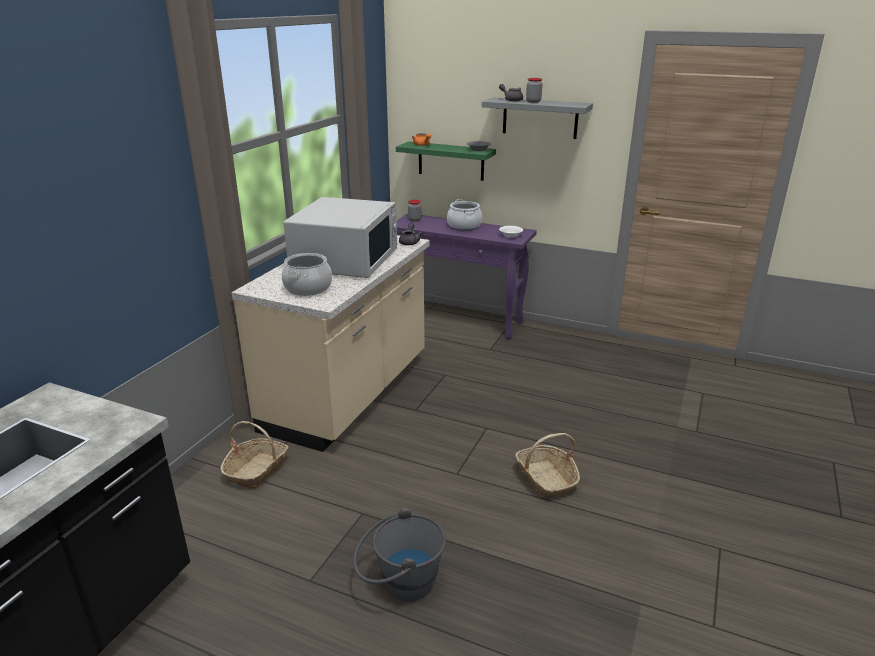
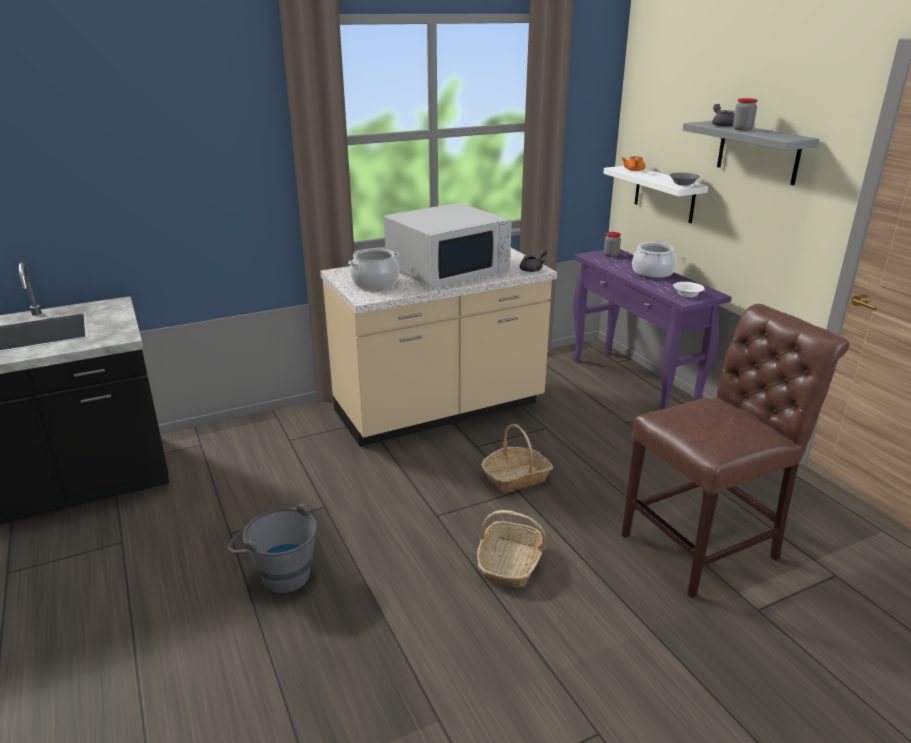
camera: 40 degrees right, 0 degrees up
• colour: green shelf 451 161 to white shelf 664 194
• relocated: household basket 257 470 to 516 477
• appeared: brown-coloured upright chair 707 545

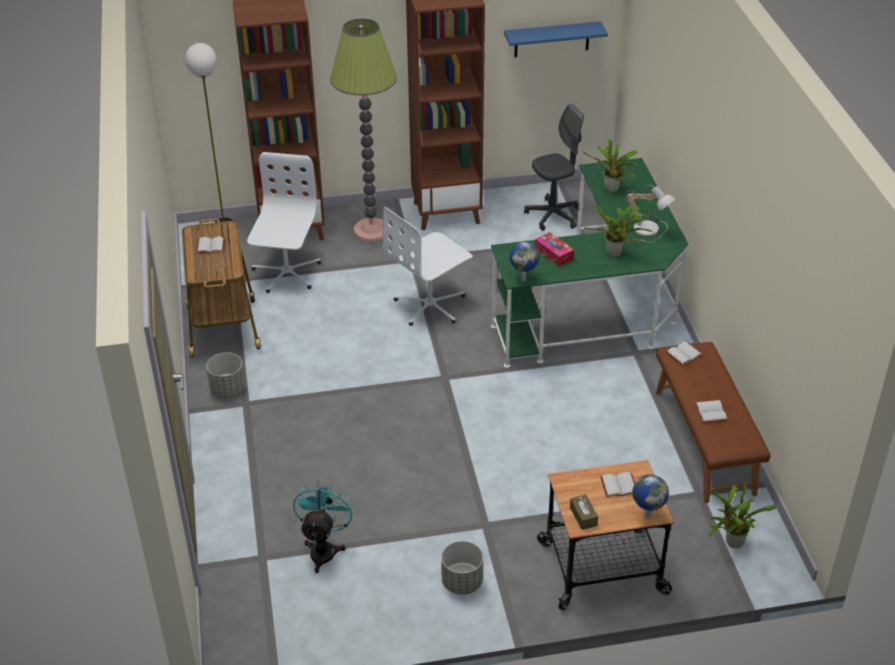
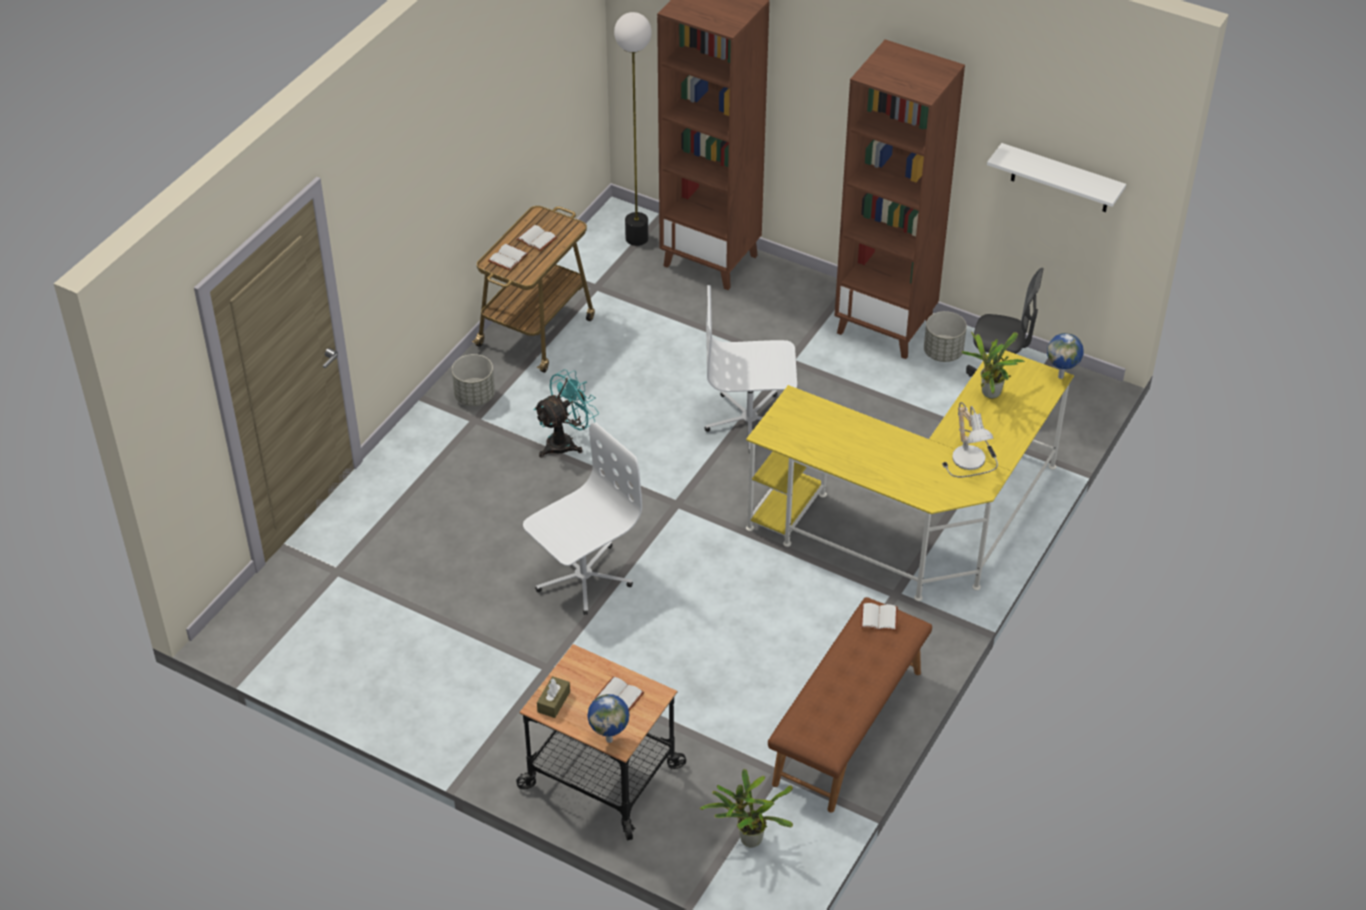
camera: 40 degrees right, 5 degrees up
• missing: floor lamp 371 230
• colour: blue shelf 551 39 to white shelf 1060 179
• relocated: white computer chair 286 273 to 582 577
• colour: green desk unit 597 308 to yellow-coloured desk unit 915 523
• missing: potted plant 616 254
• missing: box of tissues 554 254
• relocated: world globe 524 279 to 1061 376
• relocated: white book 709 412 to 507 257
• relocated: turquoise-coloured cooling fan 324 549 to 566 442
• relocated: grey plant pot 462 582 to 942 353

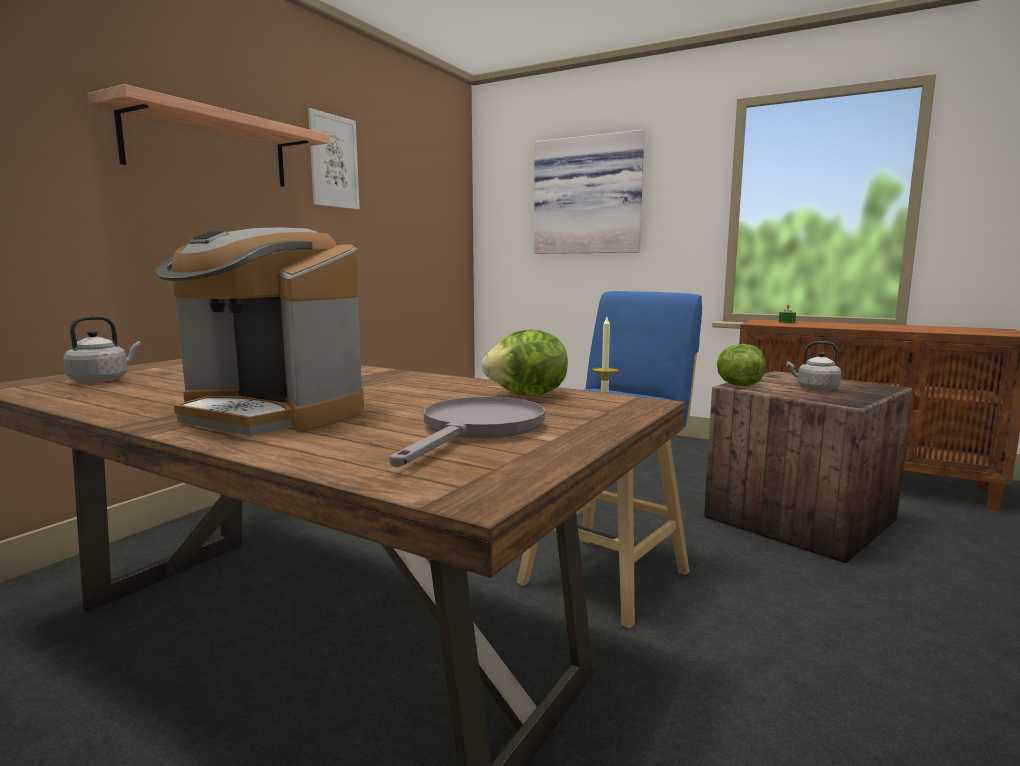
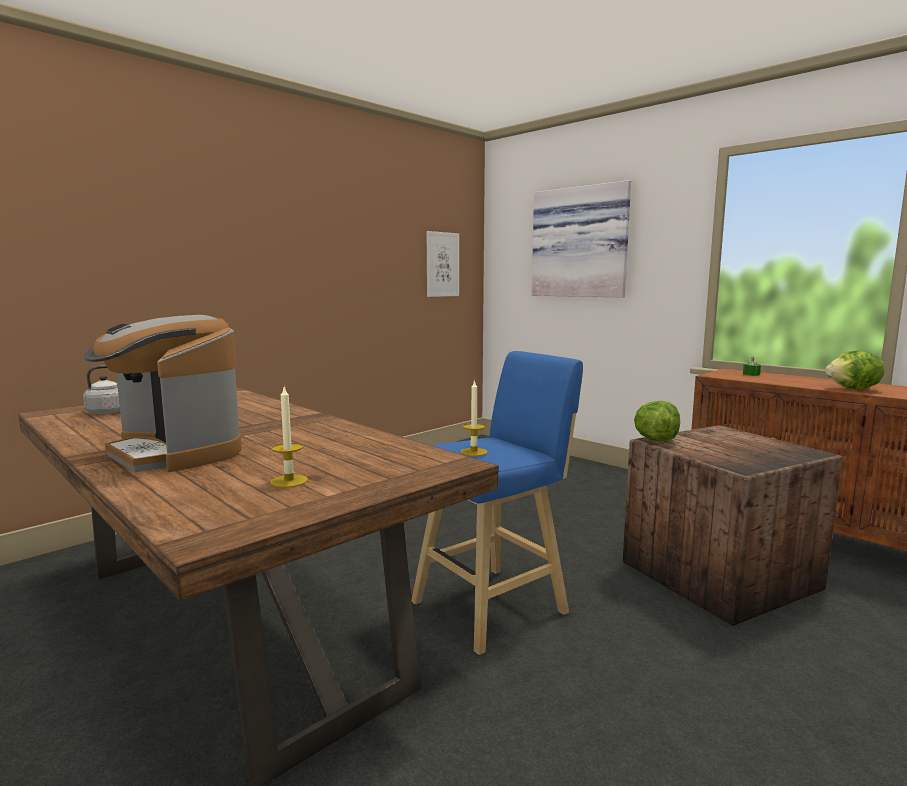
camera: 15 degrees right, 0 degrees up
• missing: shelf 209 148
• relocated: wall art 334 161 to 442 264
• relocated: head of lettuce 528 395 to 854 389
• missing: grey kettle 815 389
• exchanged: grey skillet 477 430 to wax candle 289 481

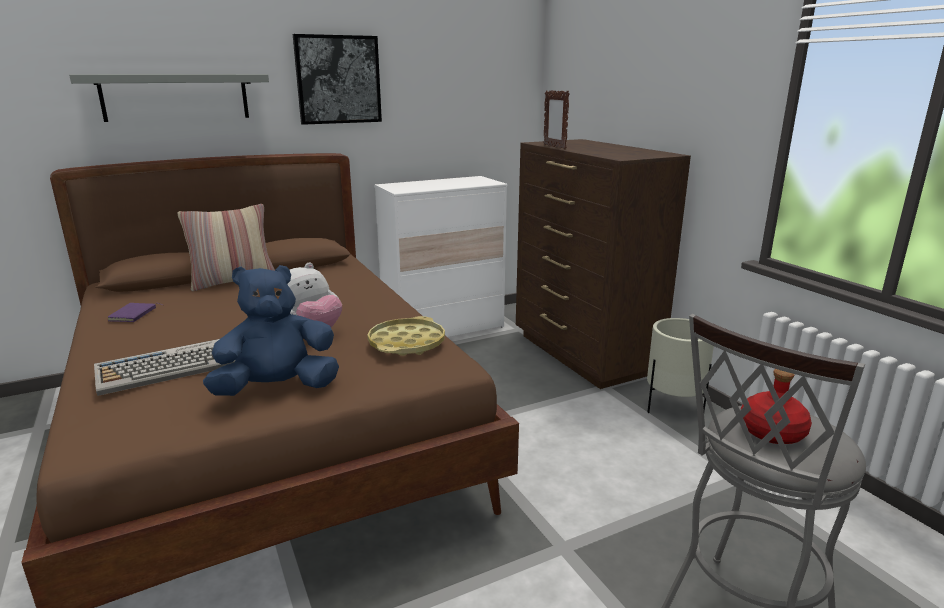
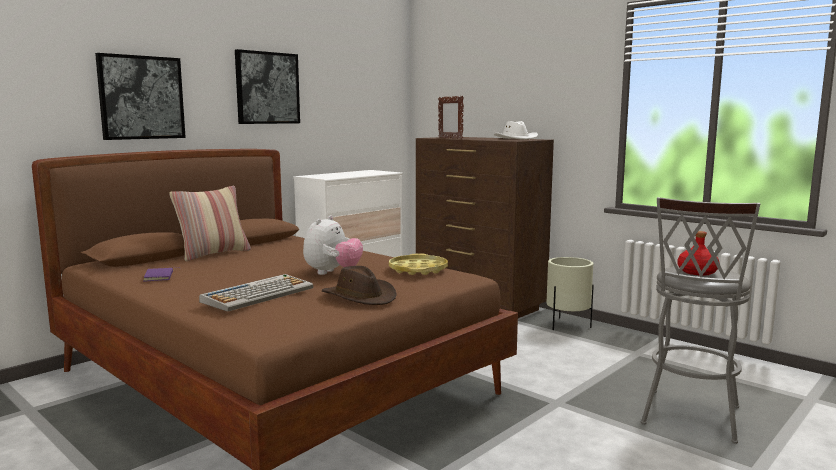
camera: 20 degrees left, 10 degrees down
• exchanged: grey shelf 176 97 to wall art 141 97
• exchanged: blue plush toy 278 388 to brown-coloured clothing hat 360 297
• appeared: white clothing hat 516 139

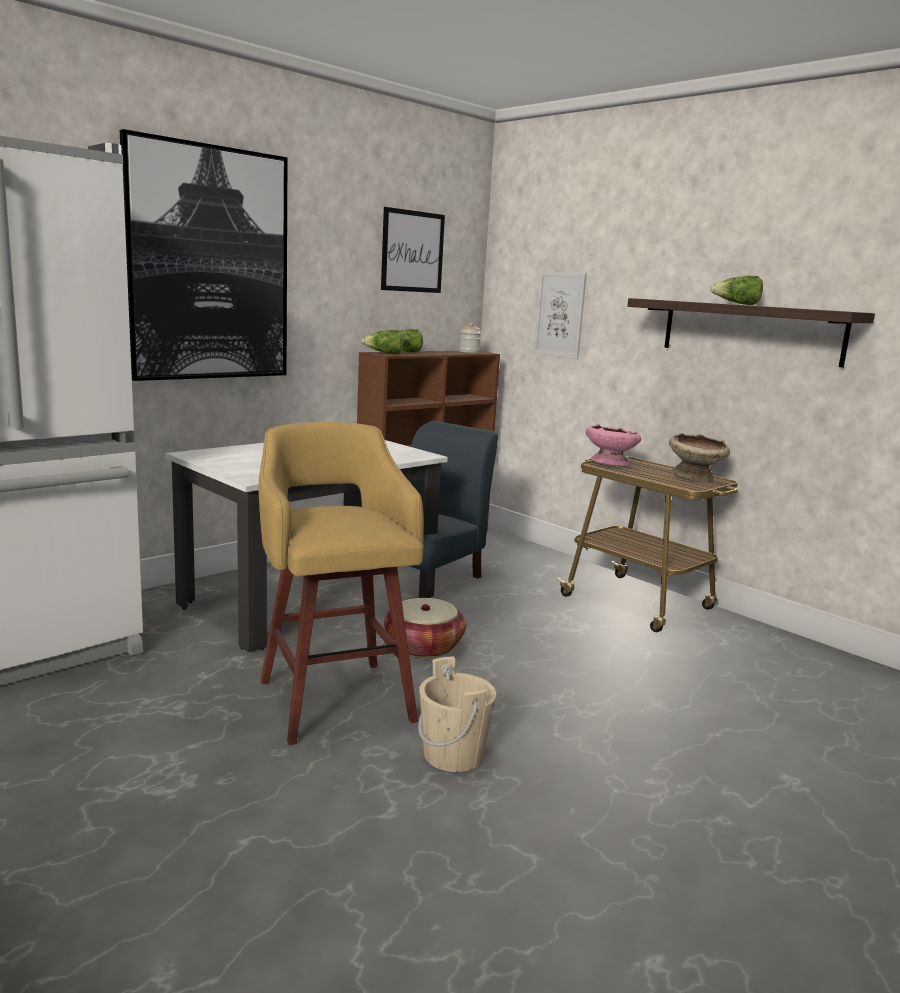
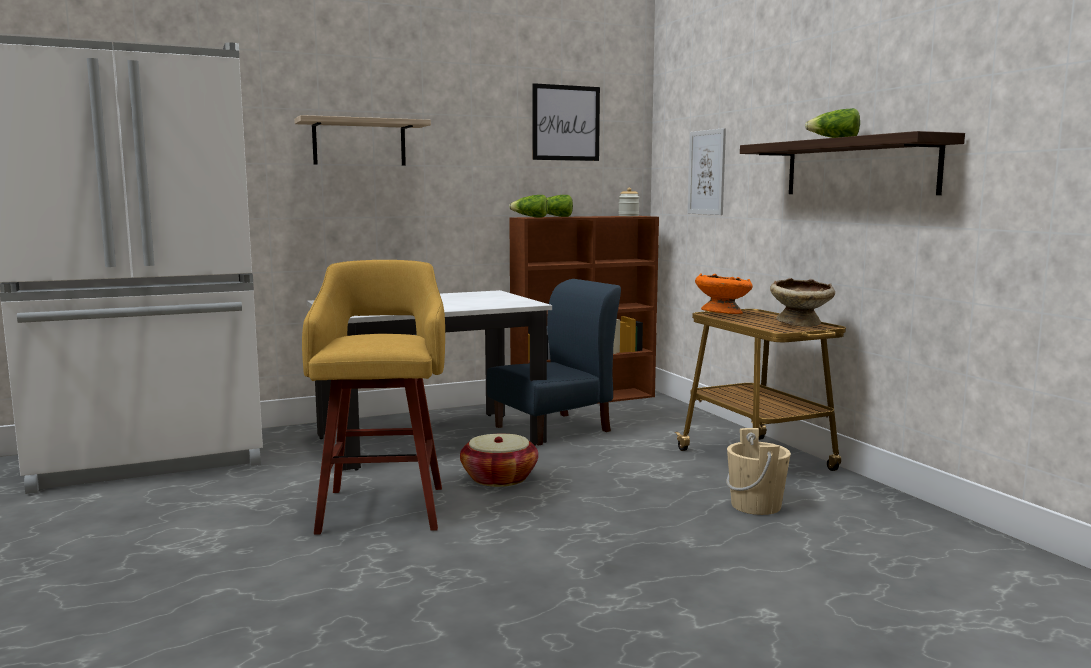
camera: 20 degrees right, 5 degrees down
• exchanged: wall art 209 265 to shelf 359 142
• colour: pinkish bowl 609 464 to orange-coloured bowl 722 313
• relocated: beige water bucket 453 754 to 756 505

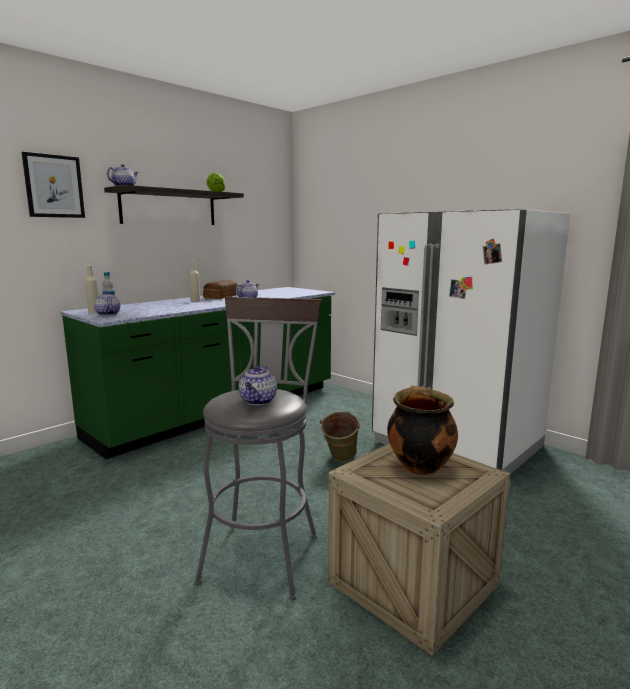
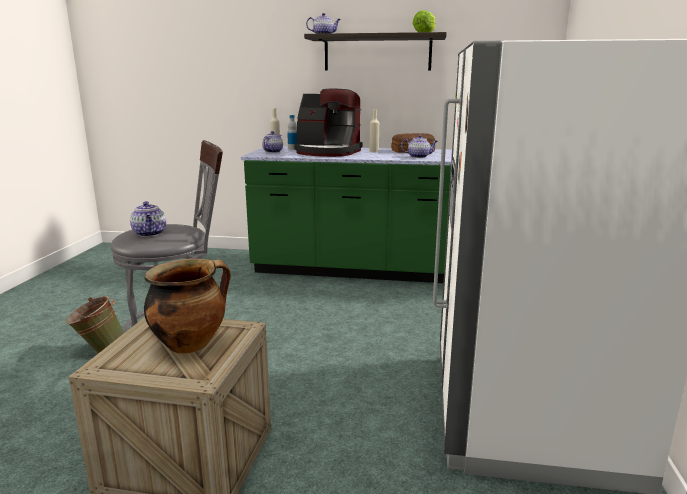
camera: 55 degrees right, 5 degrees up
• missing: wall art 54 186
• spun: tea pot 258 401 = 150 233 90 degrees counterclockwise
• relocated: green water bucket 340 460 to 99 350
• appeared: coffee machine 327 152

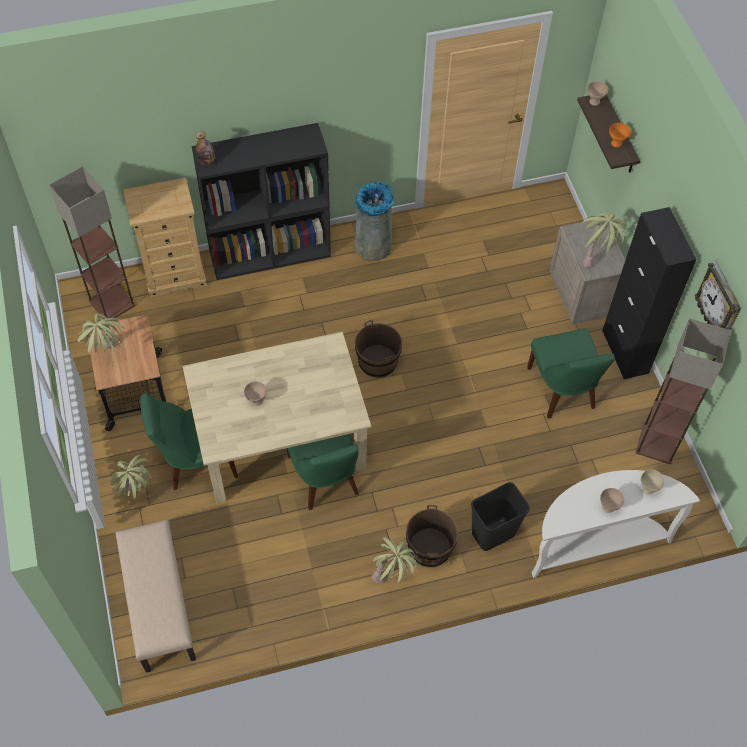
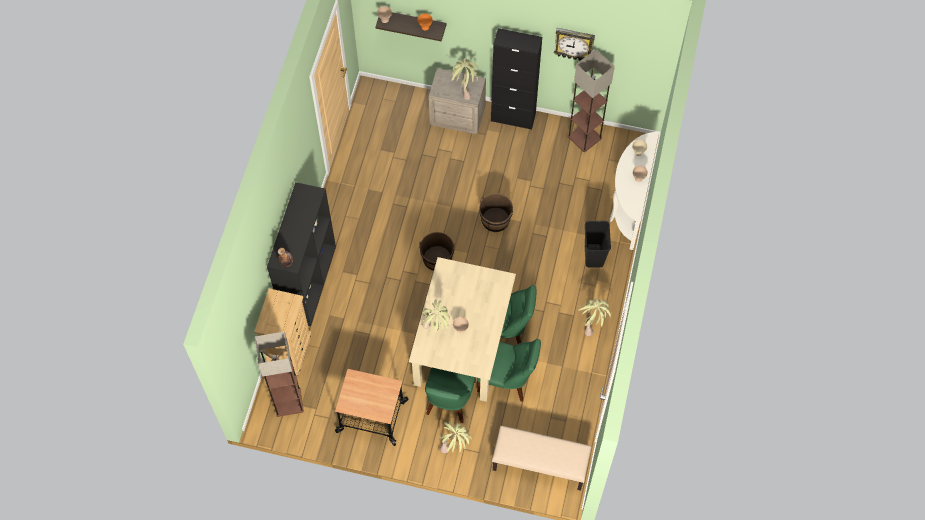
camera: 60 degrees left, 5 degrees up
• missing: grey waste bin 373 244
• relocated: potted plant 108 357 to 436 330
• relocated: green upright chair 562 390 to 507 380
• relocated: brown-coloured water bucket 429 548 to 495 220

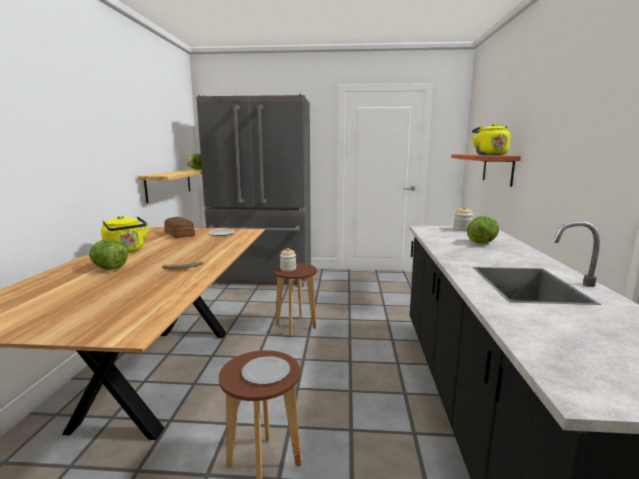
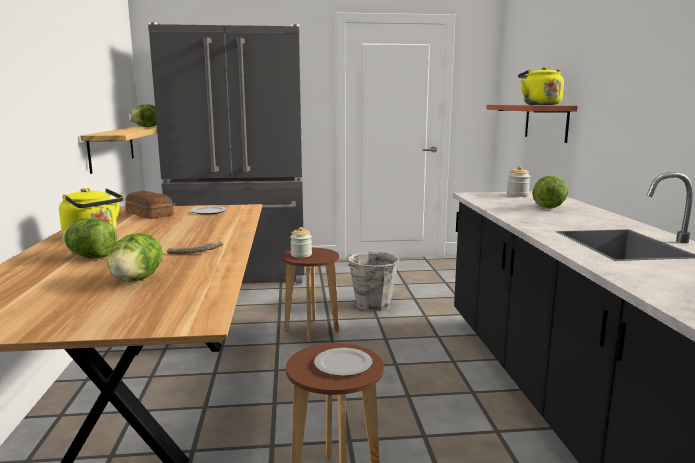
camera: 10 degrees left, 0 degrees up
• appeared: head of lettuce 136 280
• appeared: grey water bucket 371 305

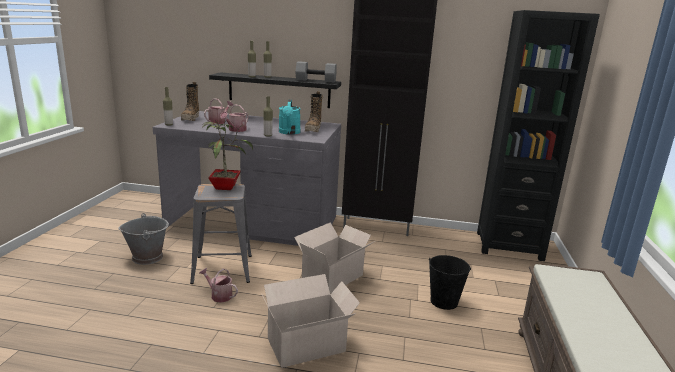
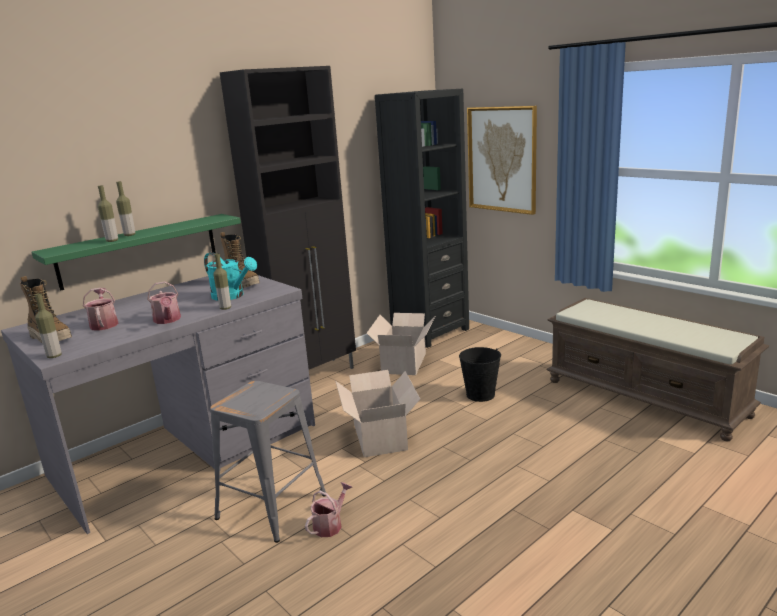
camera: 50 degrees left, 0 degrees up
• missing: grey free weight 315 81
• colour: blackish shelf 279 90 to green shelf 139 250
• missing: potted plant 225 187
• missing: grey water bucket 148 257
• spun: sprinkling can 219 295 = 330 525 150 degrees clockwise
• relocated: cardboard box 308 345 to 405 362
• appeared: wall art 502 159

